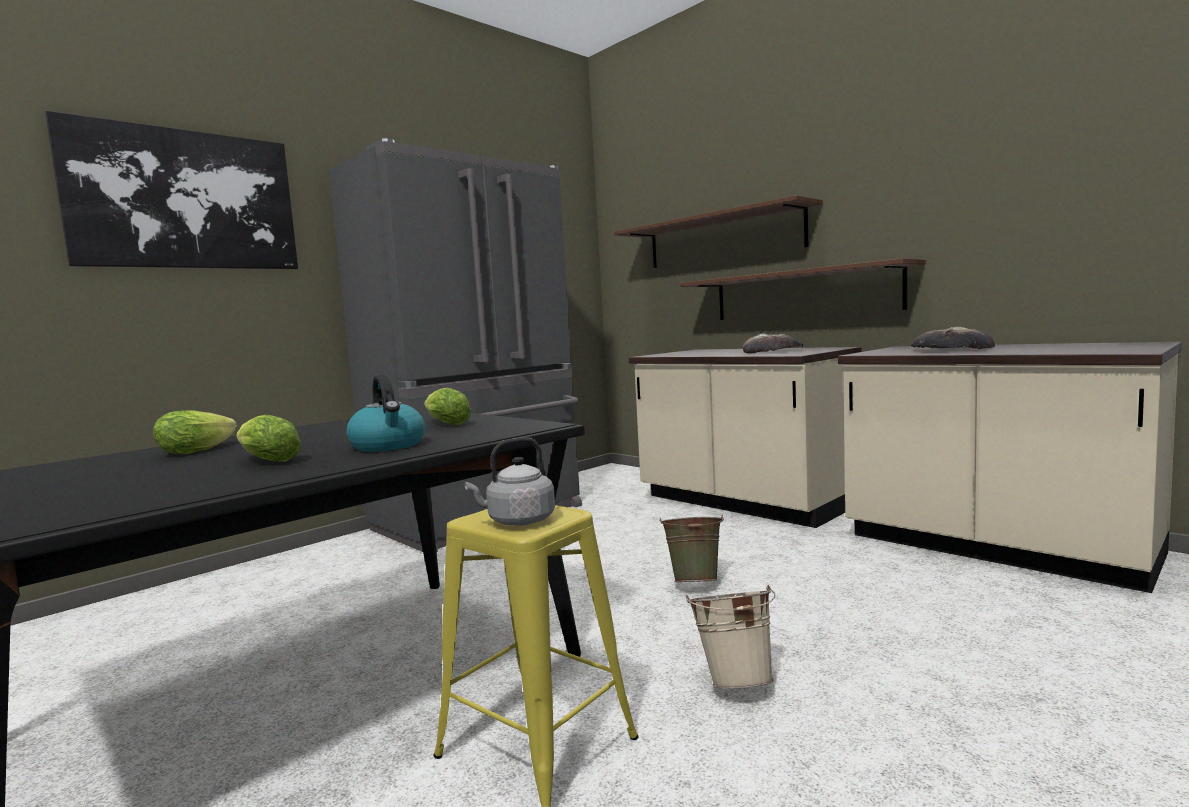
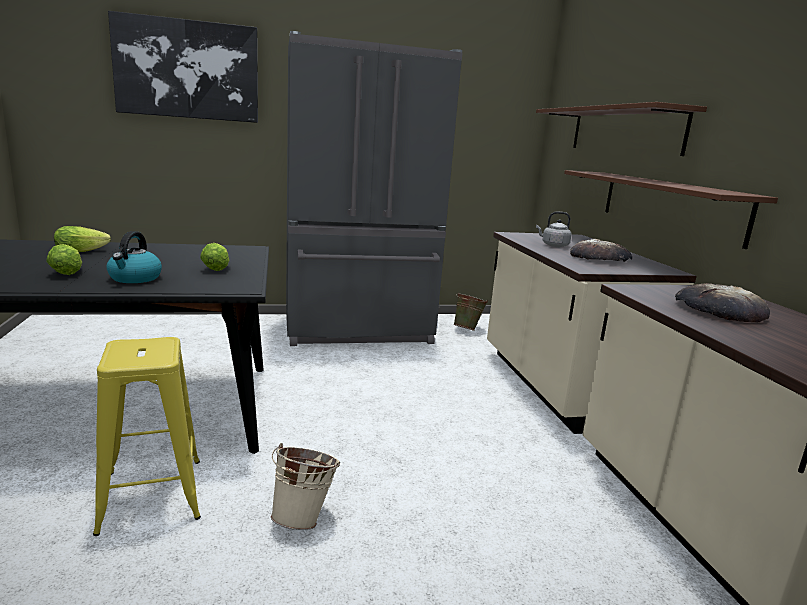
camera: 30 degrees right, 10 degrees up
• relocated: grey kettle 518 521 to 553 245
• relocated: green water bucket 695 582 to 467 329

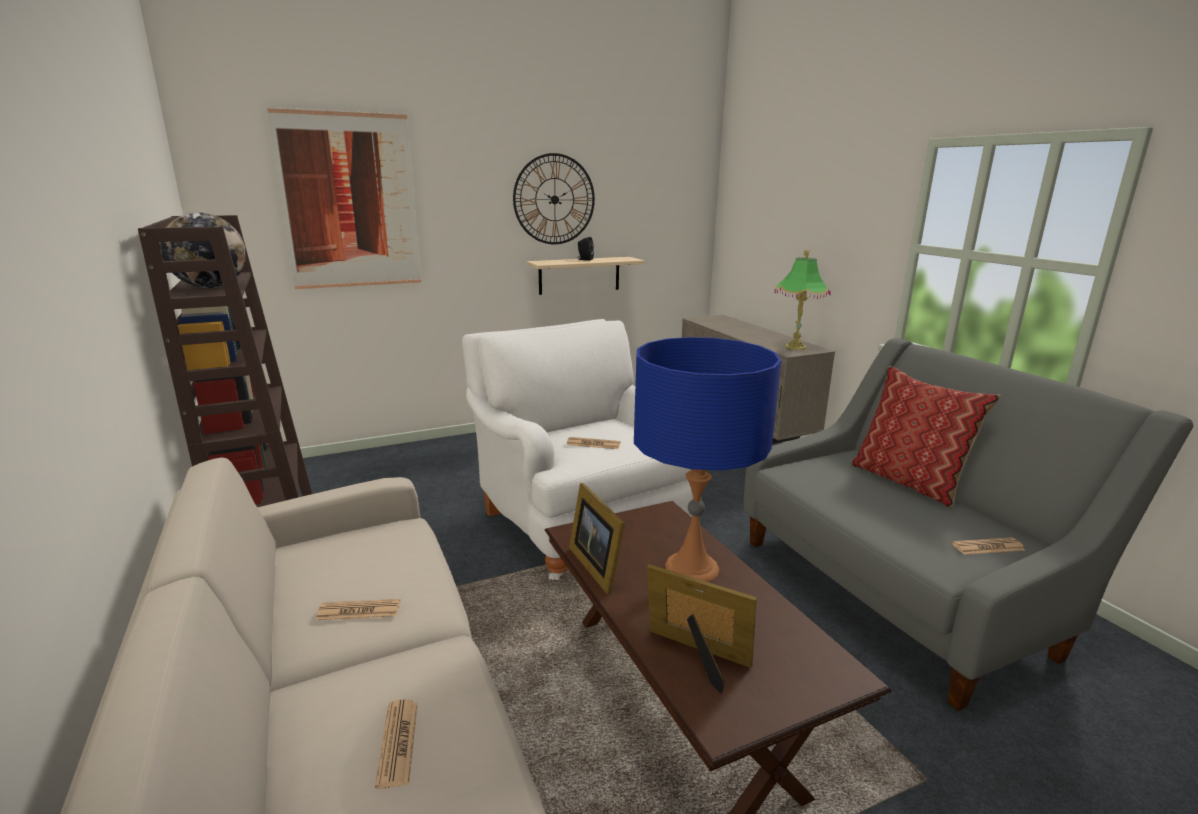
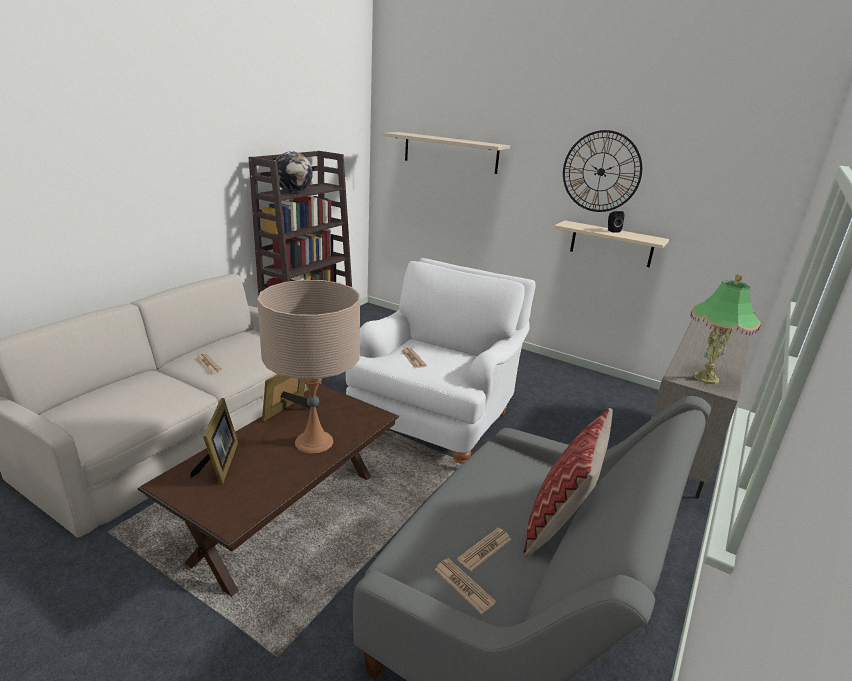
camera: 55 degrees right, 5 degrees up
• exchanged: wall art 350 201 to beige shelf 450 152
• colour: blue tabletop lamp 691 567 to beige tabletop lamp 314 441
• relocated: printed paper 398 743 to 484 549

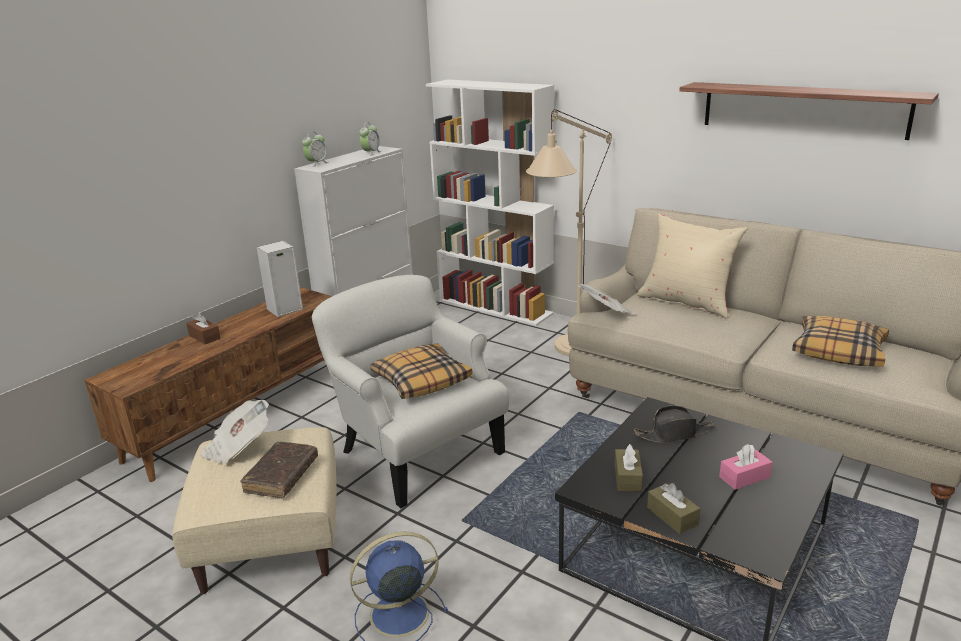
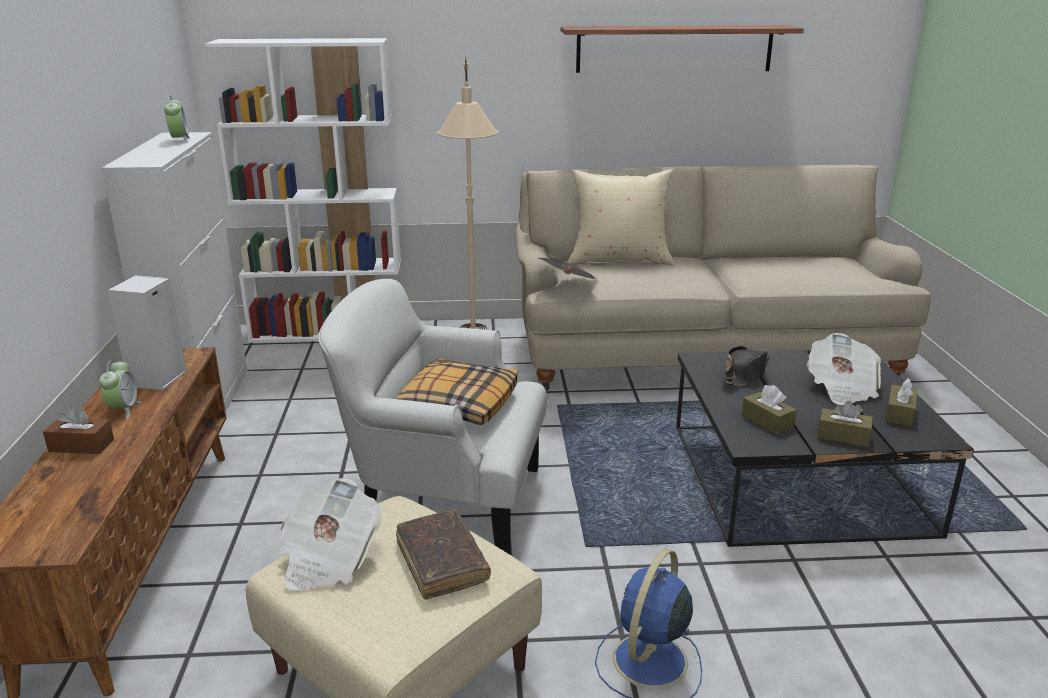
camera: 40 degrees left, 0 degrees up
• relocated: table clock 316 164 to 124 410
• missing: cushion 839 351
• exchanged: pinkish box of tissues 744 477 to printed paper 841 388
• appeared: brown-coloured box of tissues 899 414

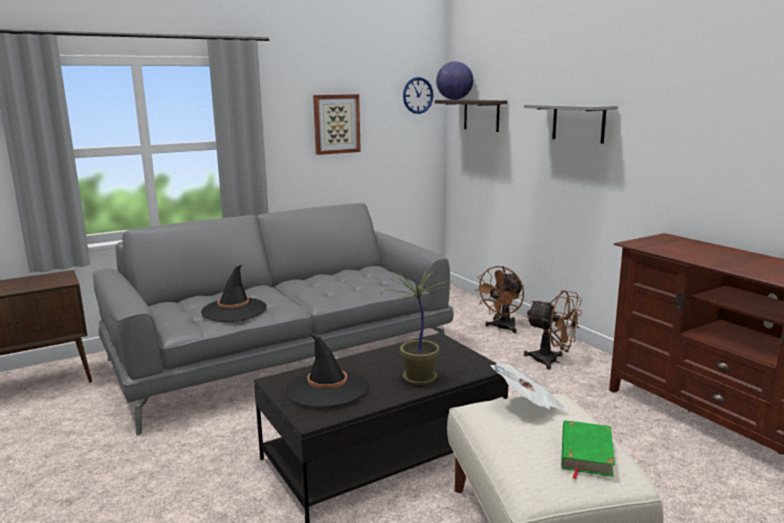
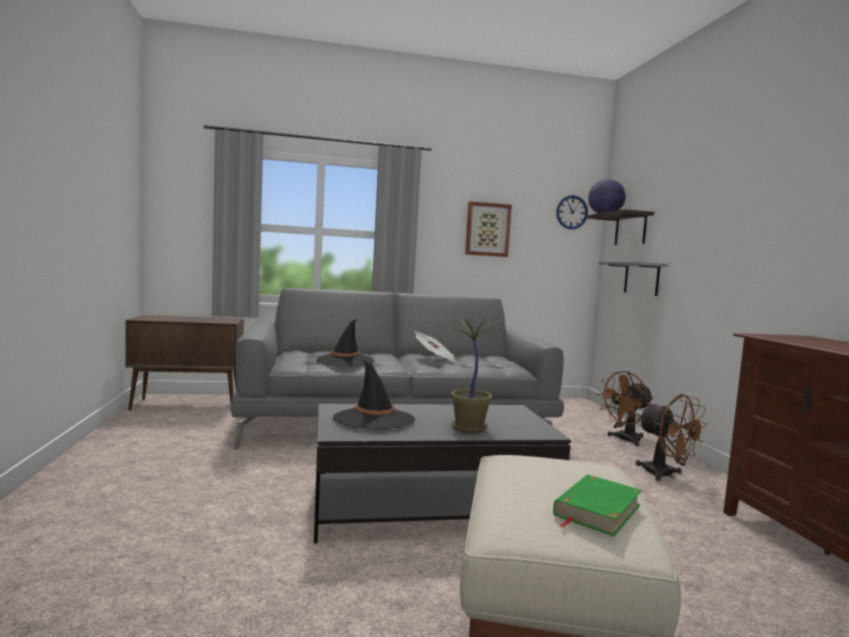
camera: 20 degrees right, 10 degrees down
• relocated: grey shelf 578 123 to 641 278
• relocated: printed paper 528 405 to 435 358

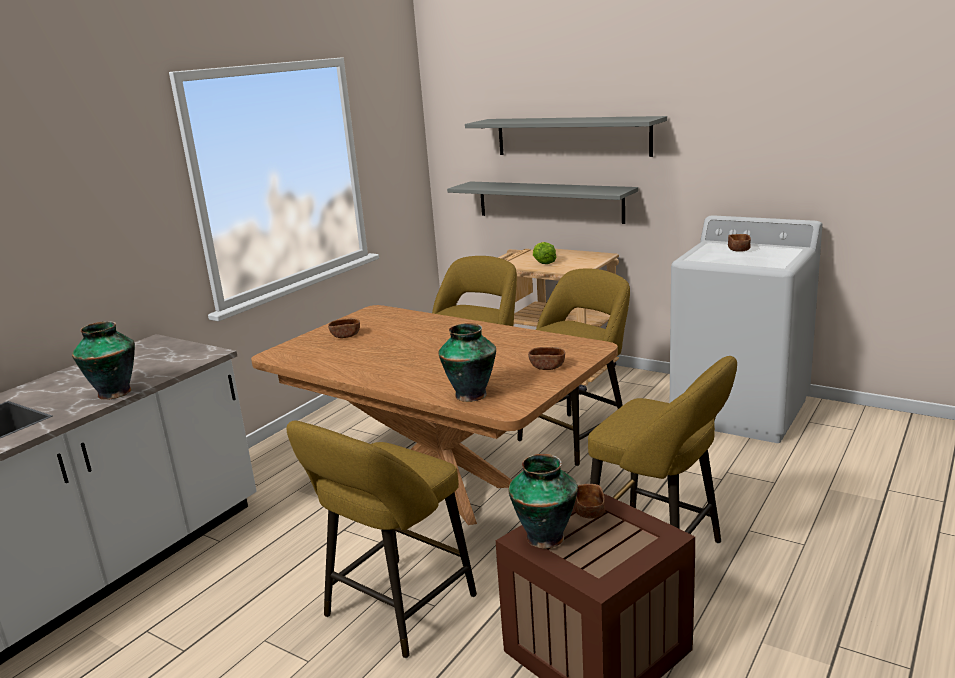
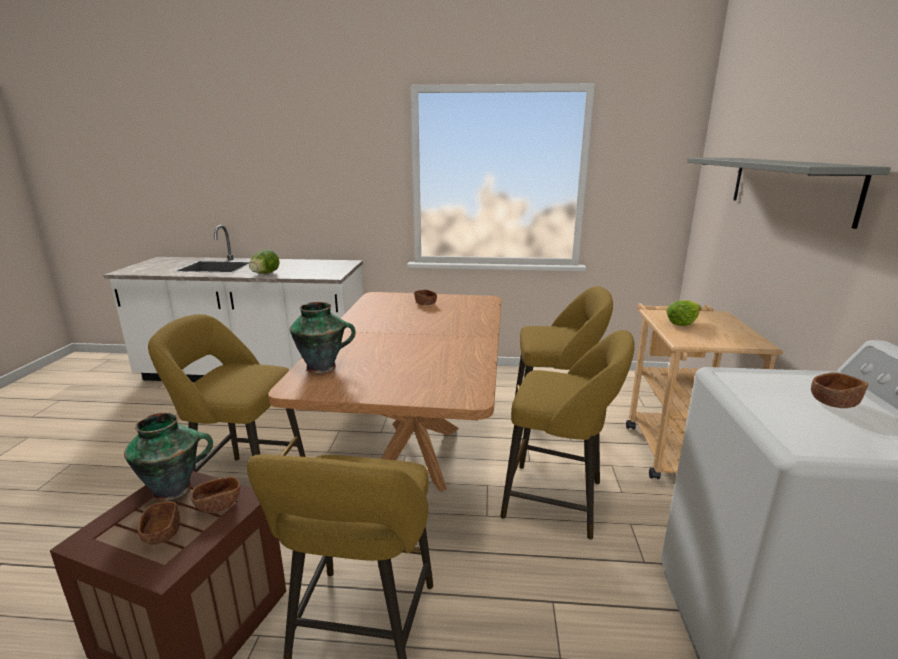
camera: 60 degrees right, 0 degrees up
• missing: grey shelf 549 201
• exchanged: vase 114 392 to head of lettuce 264 274
• relocated: brown-coloured bowl 547 367 to 162 533

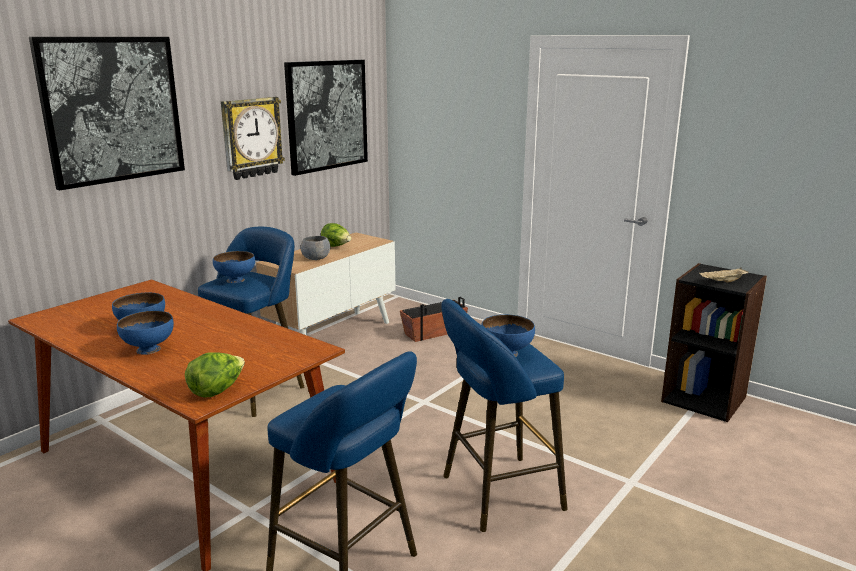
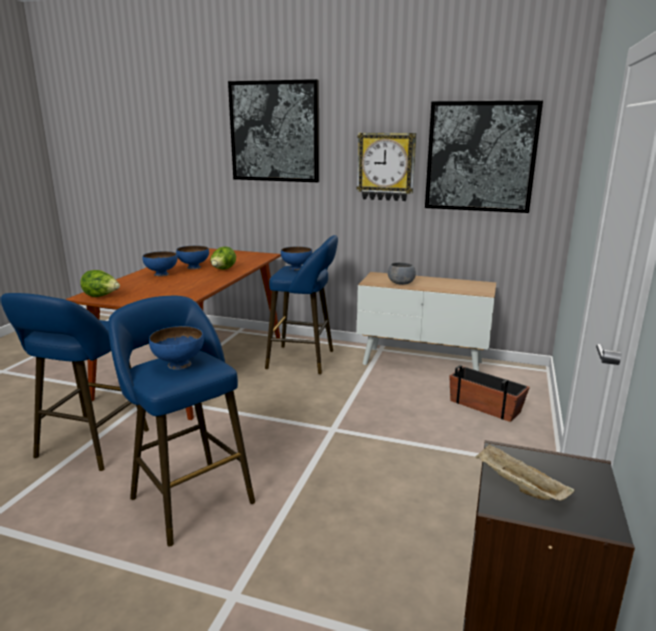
camera: 70 degrees right, 0 degrees up
• relocated: head of lettuce 336 246 to 223 270

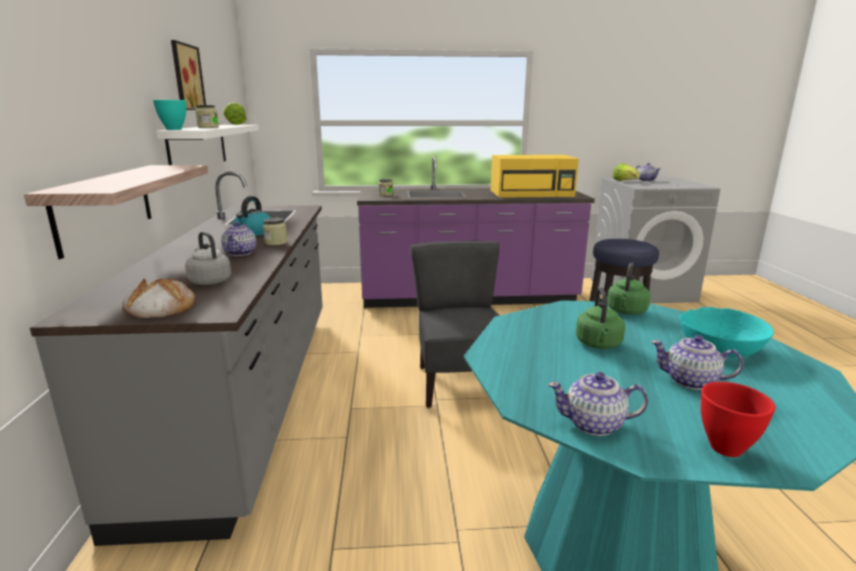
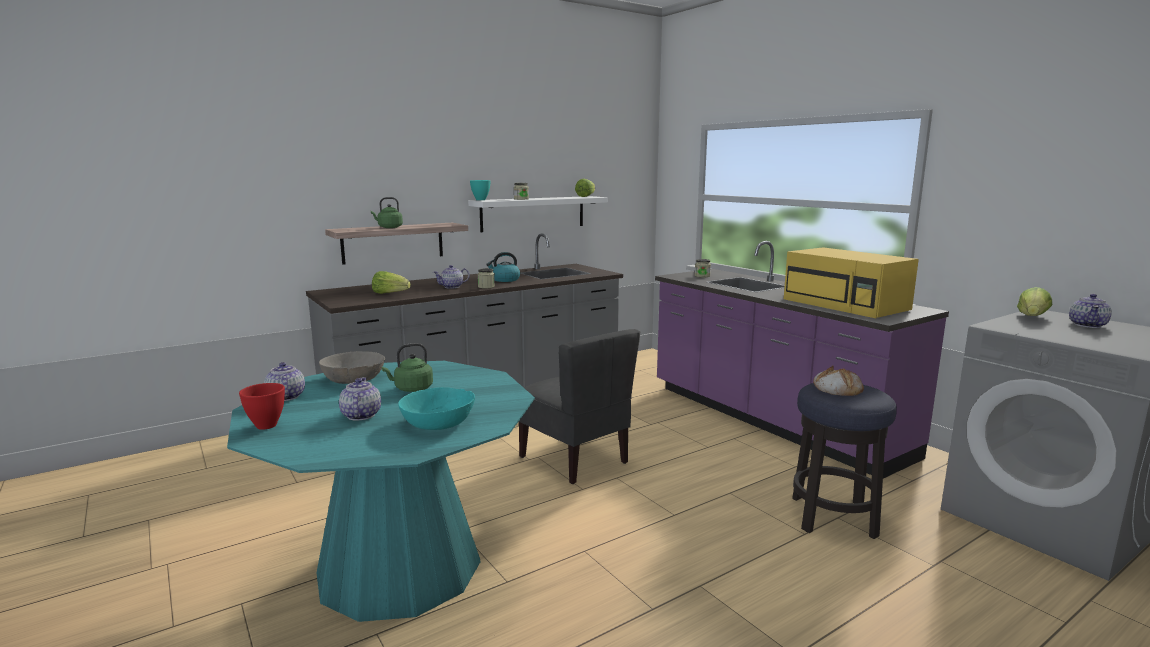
camera: 60 degrees right, 5 degrees down
• missing: wall art 185 77
• exchanged: grey kettle 209 281 to head of lettuce 390 293
• spun: grey upright chair 460 383 = 575 459 90 degrees clockwise
• relocated: green kettle 626 311 to 389 227
• relocated: baked bread 160 306 to 837 388
• appeared: grey bowl 354 379

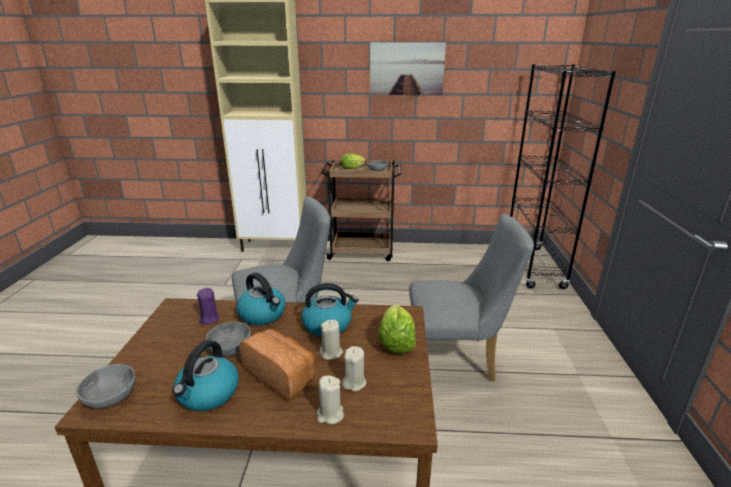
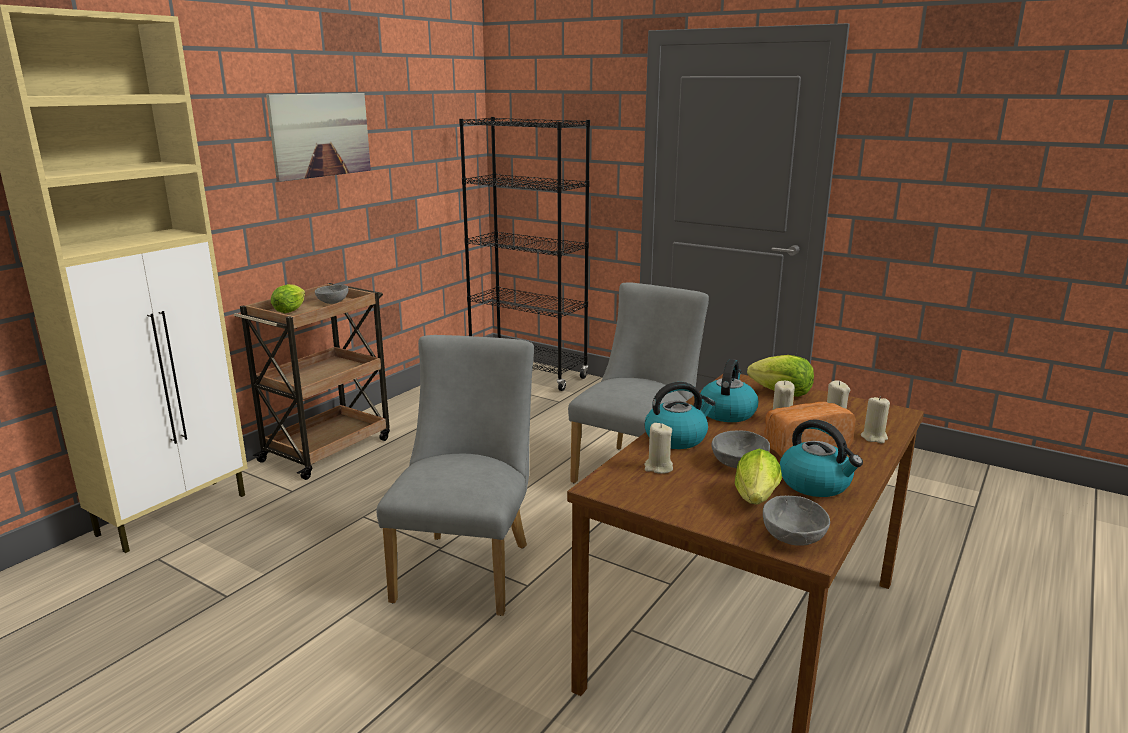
camera: 60 degrees left, 5 degrees down
• colour: purple-coloured wax candle 209 319 to beige wax candle 658 467
• appeared: head of lettuce 755 501

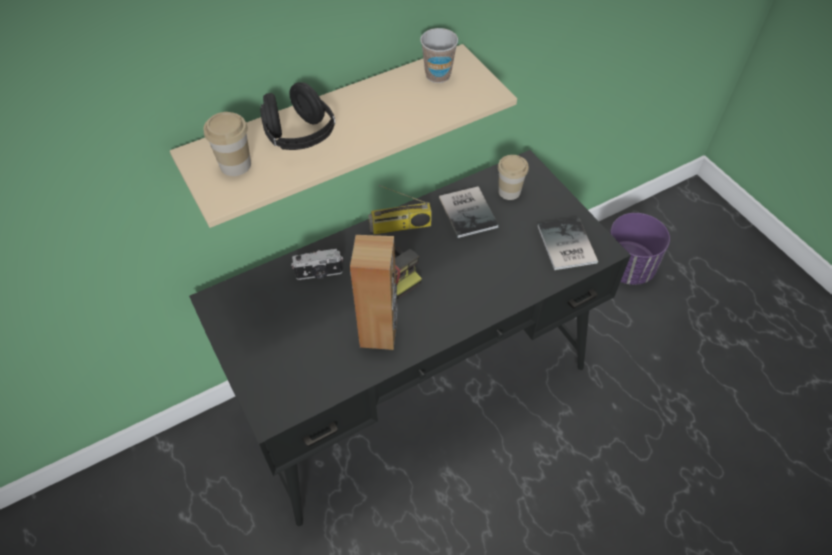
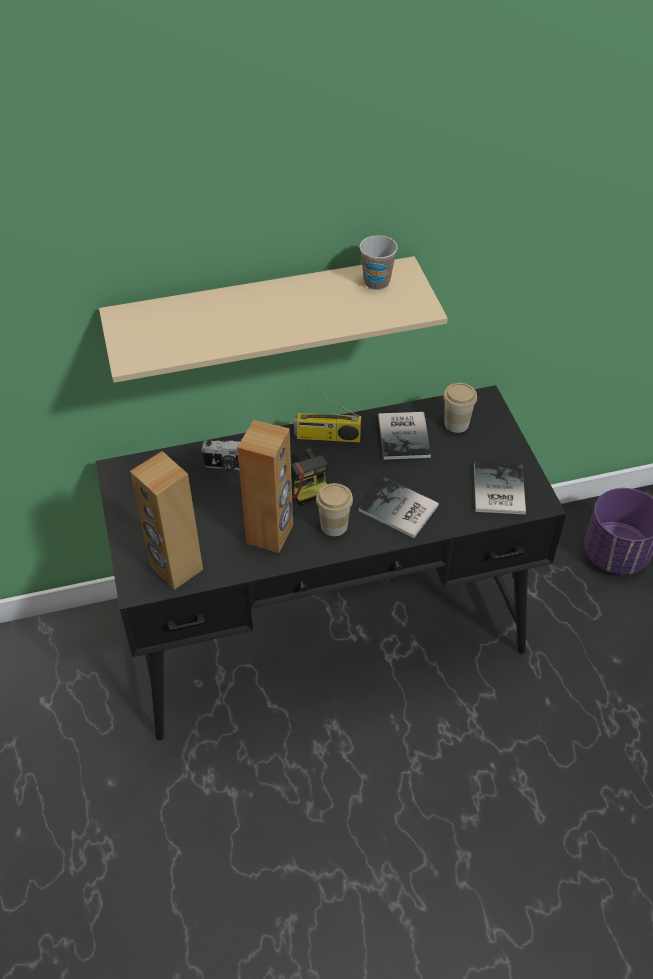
camera: 15 degrees right, 5 degrees down
• missing: blackish pair of headphones 299 136
• relocated: cup 235 165 to 334 525
• appeared: brown-coloured loudspeaker 176 568
• appeared: book 399 510

